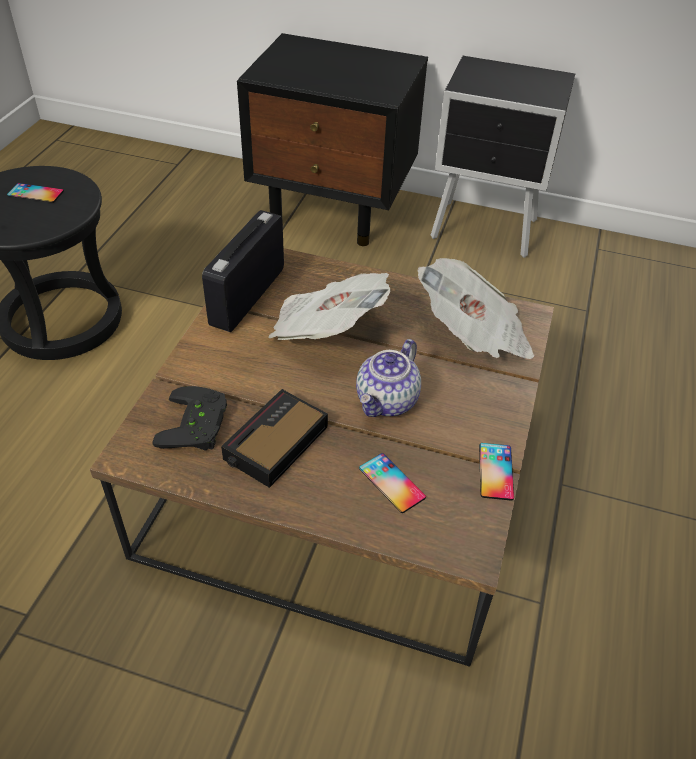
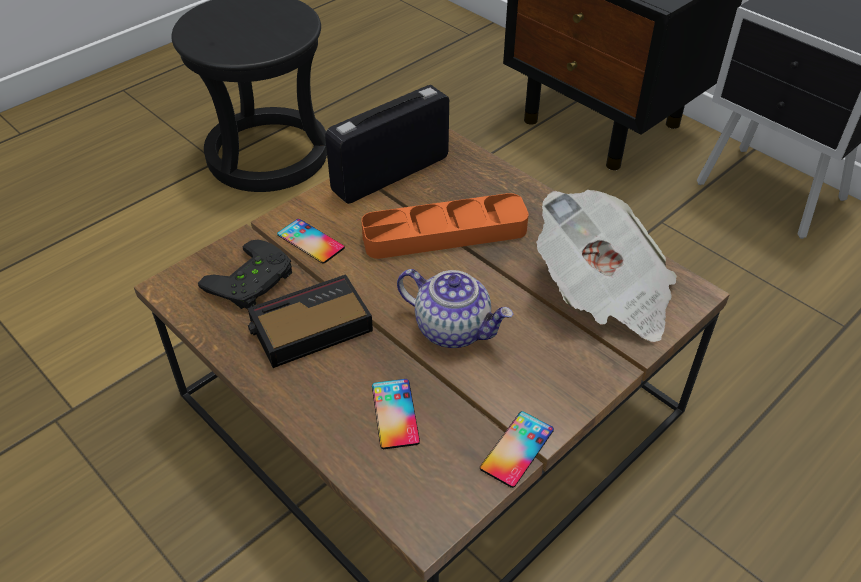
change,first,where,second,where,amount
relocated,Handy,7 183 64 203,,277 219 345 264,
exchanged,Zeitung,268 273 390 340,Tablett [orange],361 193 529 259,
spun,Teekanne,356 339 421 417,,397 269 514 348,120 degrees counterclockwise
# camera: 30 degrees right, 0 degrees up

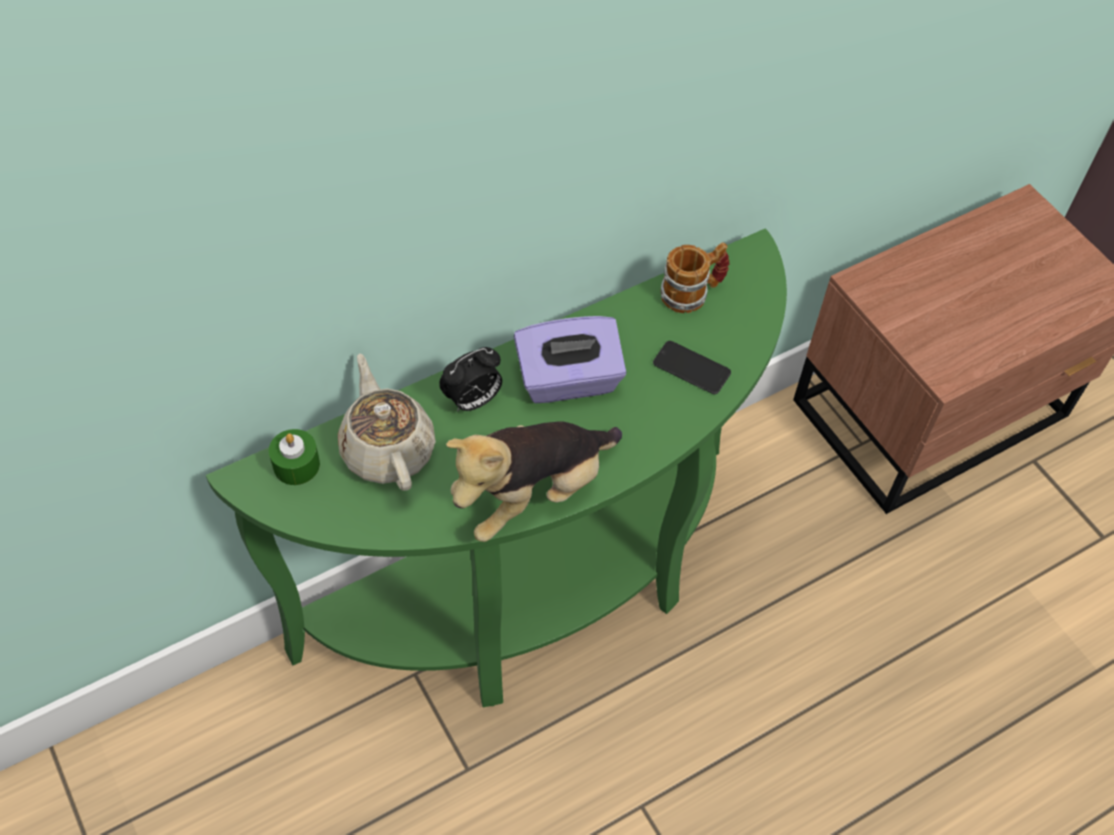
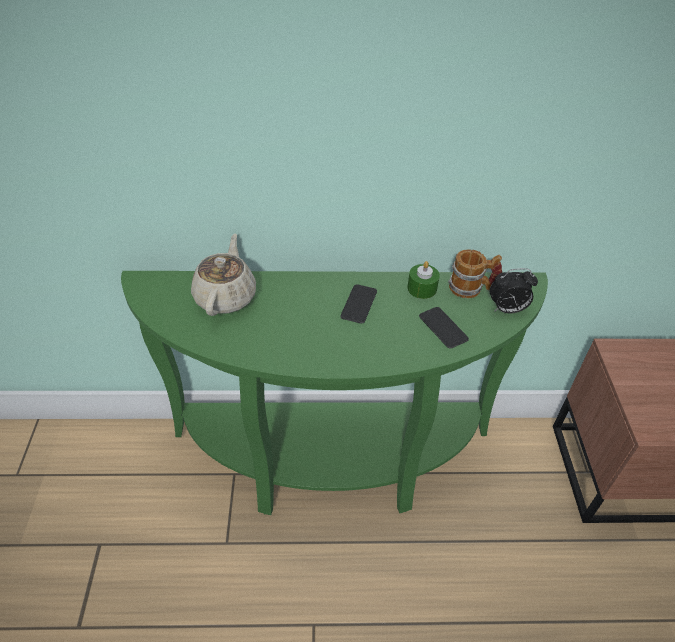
change,first,where,second,where,amount
relocated,Kerze [grün],269 429 320 485,,407 261 440 299,
relocated,Wecker,439 347 502 412,,490 268 538 313,
missing,Plüschtier,446 421 622 542,,,
exchanged,Taschentuchbox [lila],514 316 627 403,Handy,340 284 377 324,
# camera: 30 degrees right, 10 degrees down

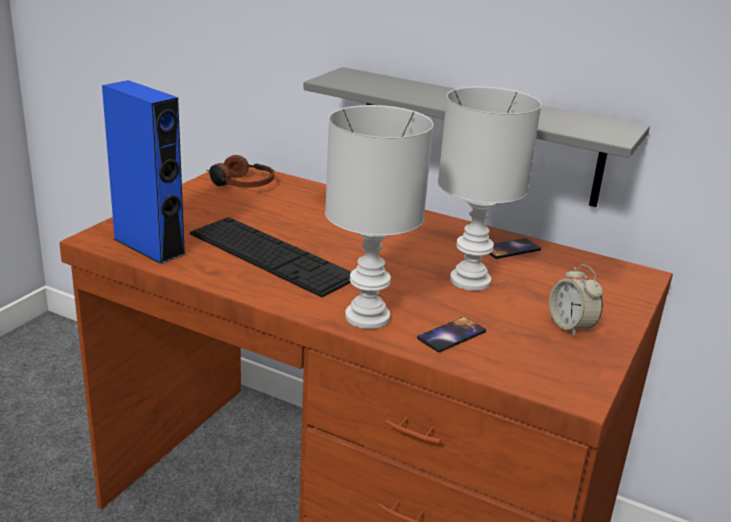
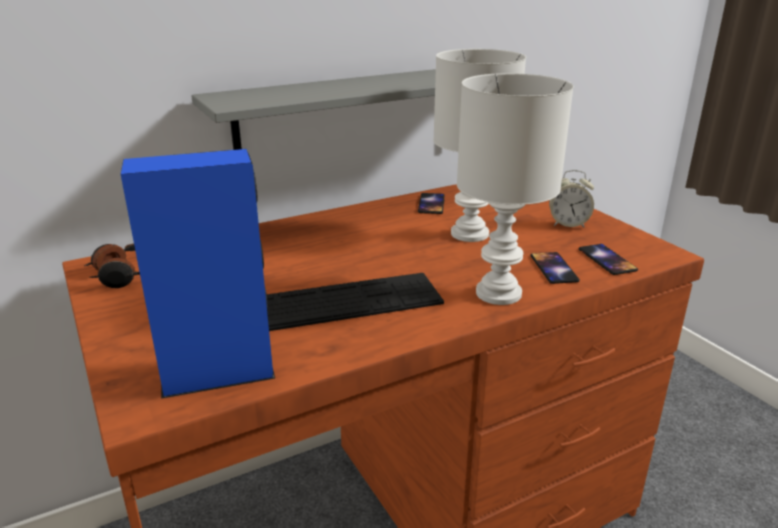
change,first,where,second,where,amount
appeared,,,Handy,579 244 638 275,
# camera: 55 degrees left, 0 degrees up

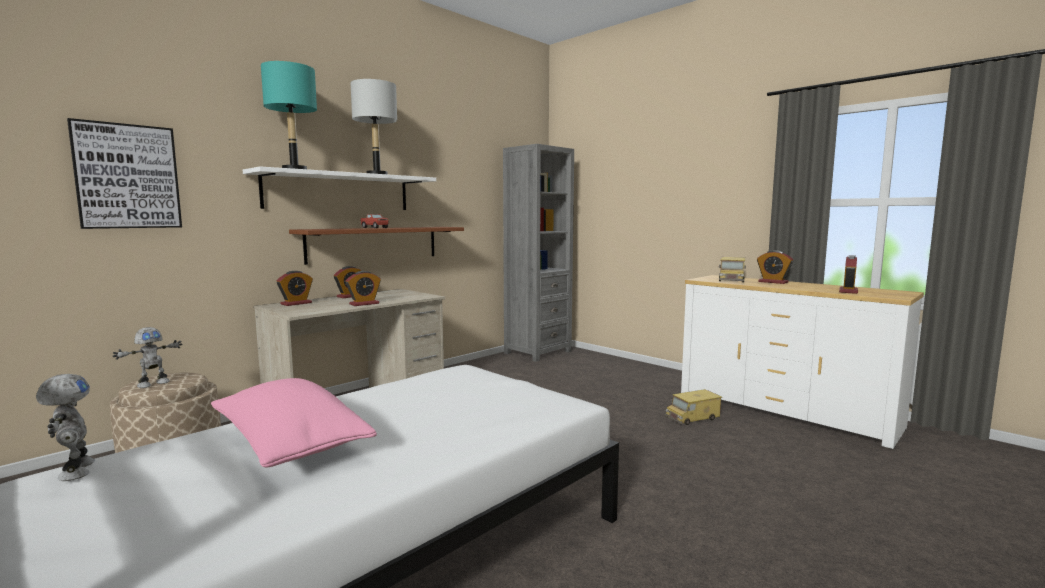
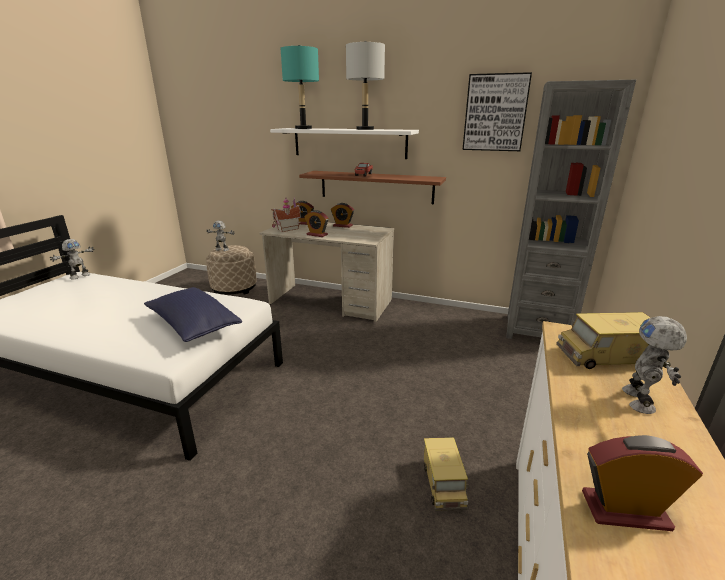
change,first,where,second,where,amount
relocated,Bild,67 118 182 229,,462 72 532 151,
missing,Kissen [rosa],211 378 377 467,,,
spun,Spielzeuglaster,665 389 722 425,,424 437 469 511,135 degrees counterclockwise
exchanged,Wecker,757 250 793 284,Spielzeugroboter,622 316 687 414,
appeared,,,Kissen [blau],144 287 242 342,
appeared,,,Spielzeughaus,271 197 301 232,
# camera: 65 degrees right, 15 degrees up

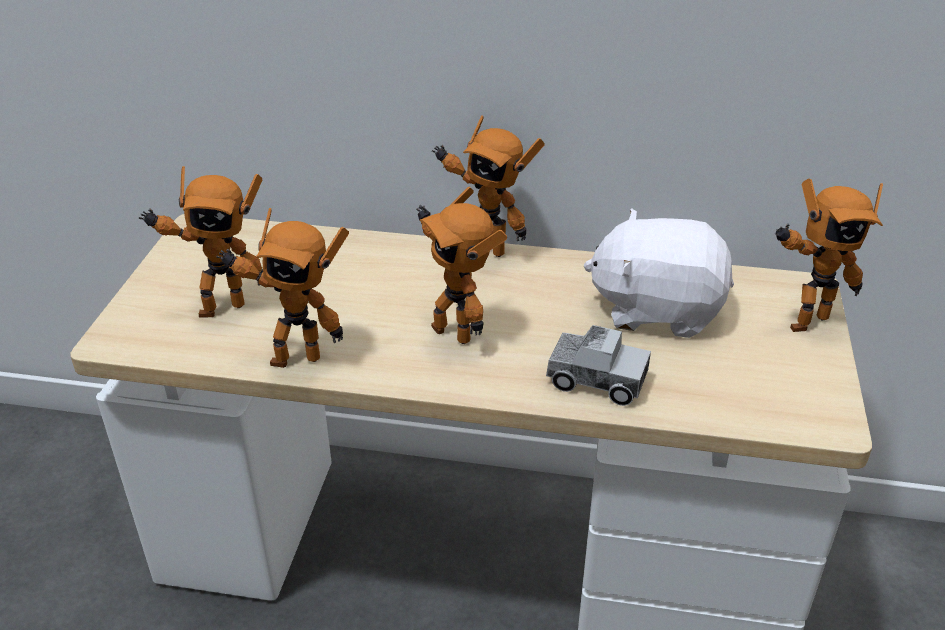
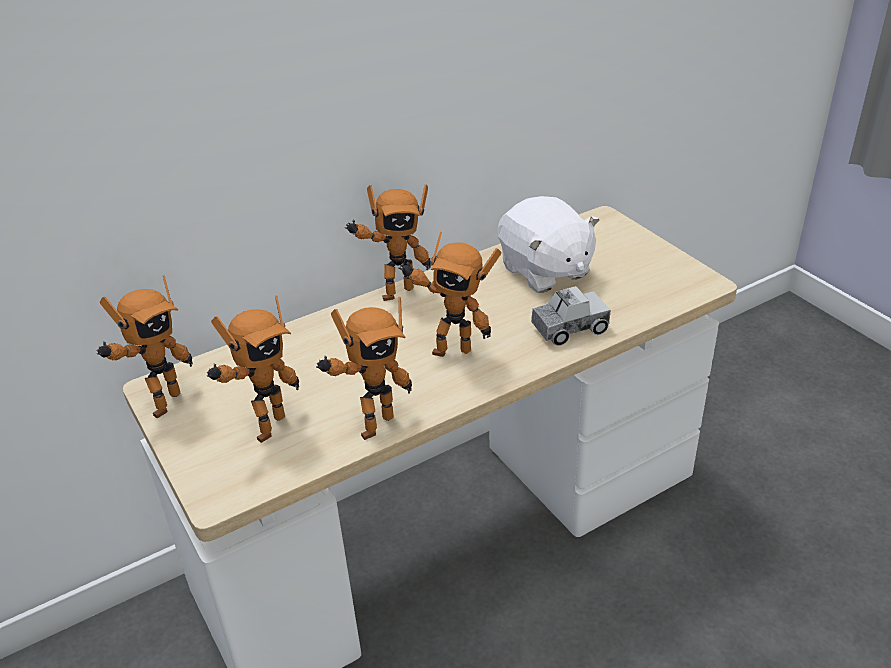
change,first,where,second,where,amount
spun,Plüschtier [weiß],583 208 734 338,,498 196 600 293,90 degrees counterclockwise
relocated,Spielzeugroboter,775 179 883 332,,97 275 193 418,
# camera: 40 degrees left, 0 degrees up

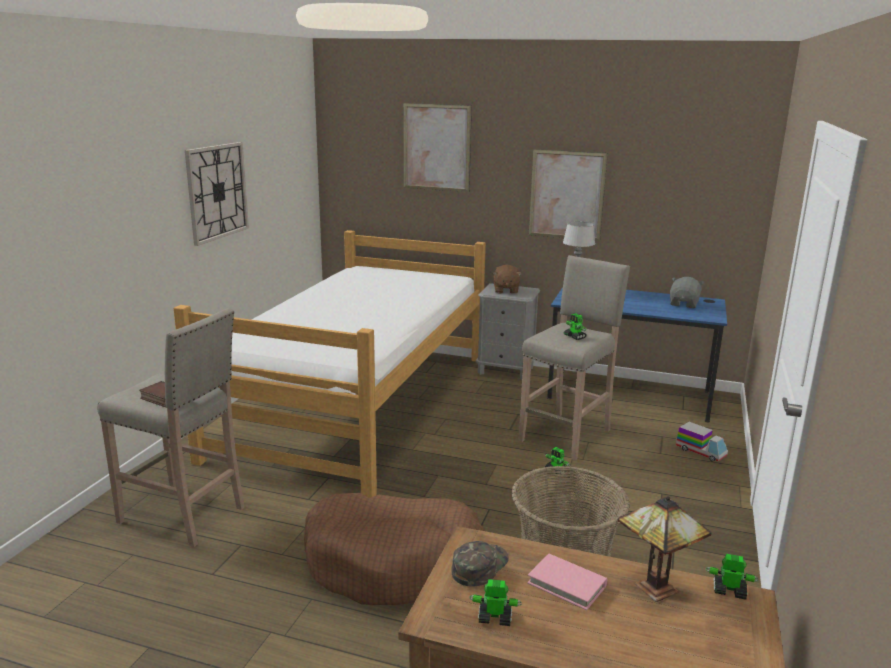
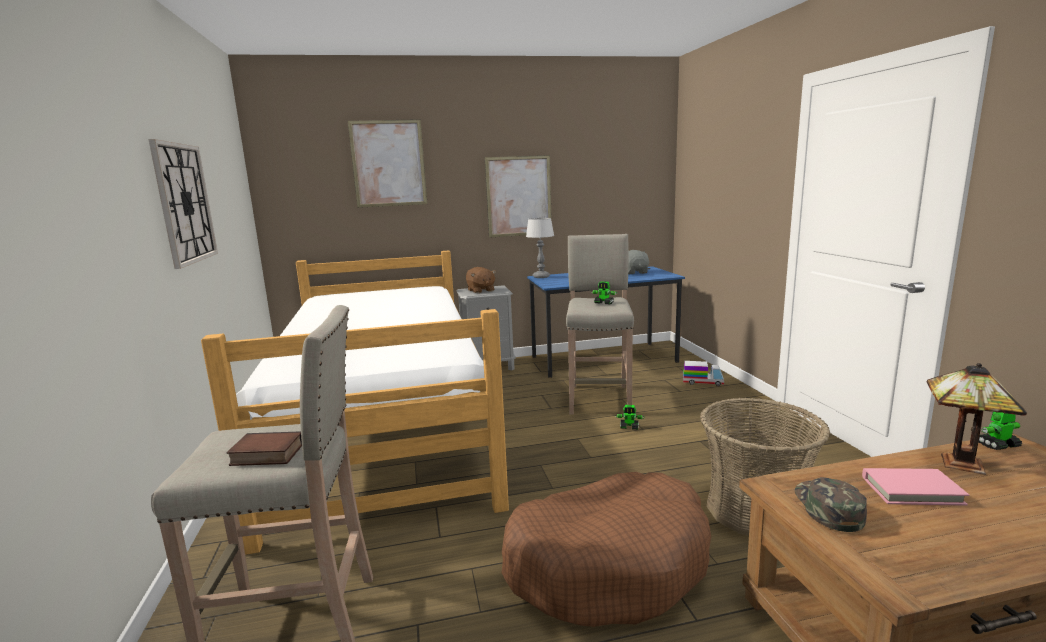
change,first,where,second,where,amount
missing,Spielzeugroboter,469 579 522 626,,,
# camera: 30 degrees left, 5 degrees down

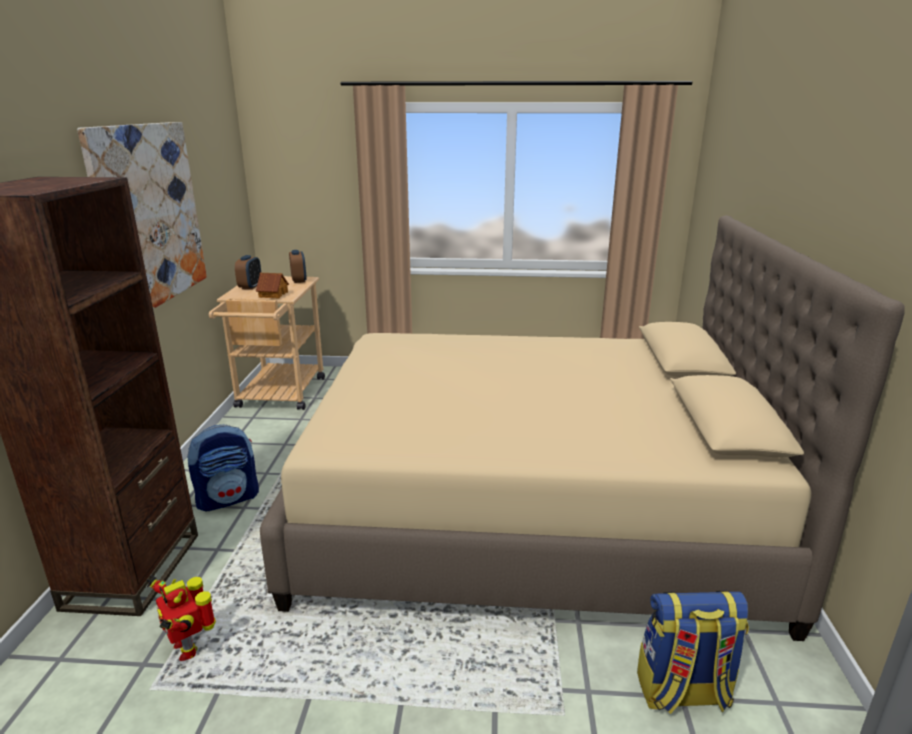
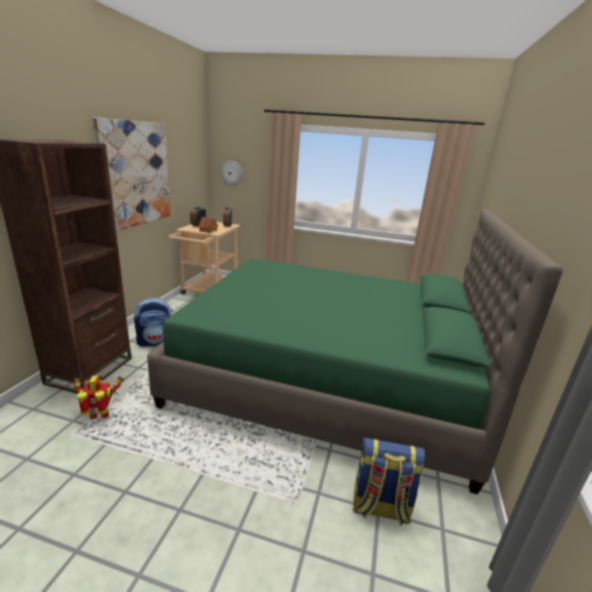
change,first,where,second,where,amount
spun,Spielzeugroboter,146 575 216 661,,74 375 124 419,105 degrees clockwise
colour,Bett [beige],260 215 905 641,Bett [grün],147 209 563 494,
appeared,,,Wanduhr,221 161 243 186,
# camera: 10 degrees right, 0 degrees up

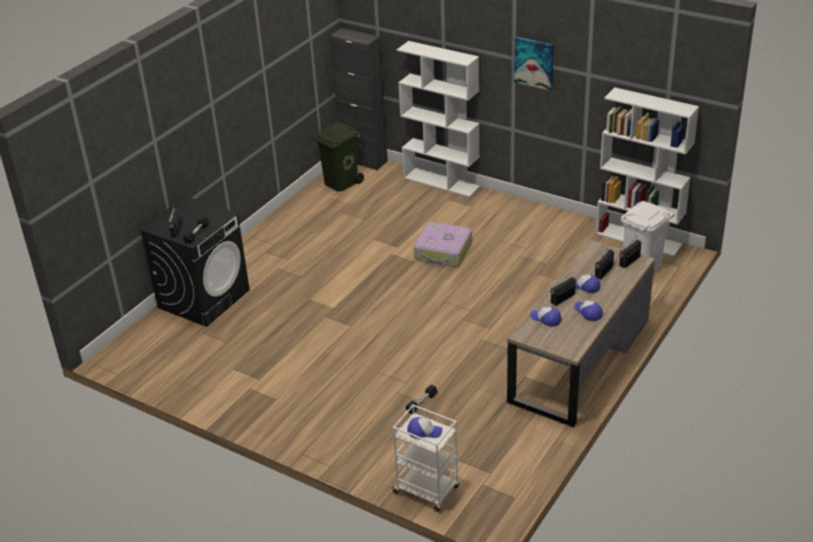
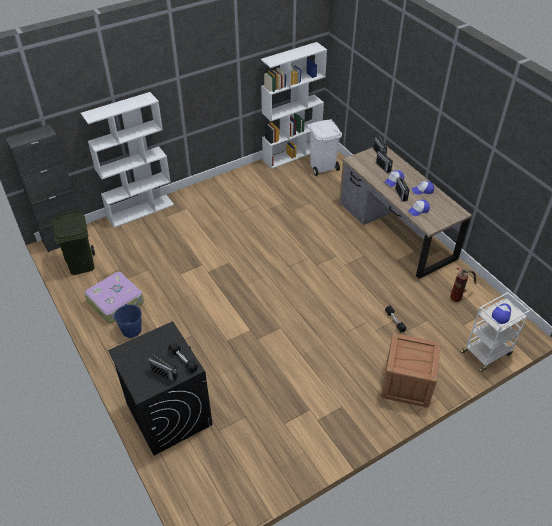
change,first,where,second,where,amount
relocated,Koffer,414 222 472 267,,84 272 144 324,
missing,Bild,514 37 554 91,,,
appeared,,,Eimer [blau],114 304 142 338,
appeared,,,Kiste,381 333 441 408,
appeared,,,Feuerlöscher,450 268 477 302,
# camera: 65 degrees left, 10 degrees up

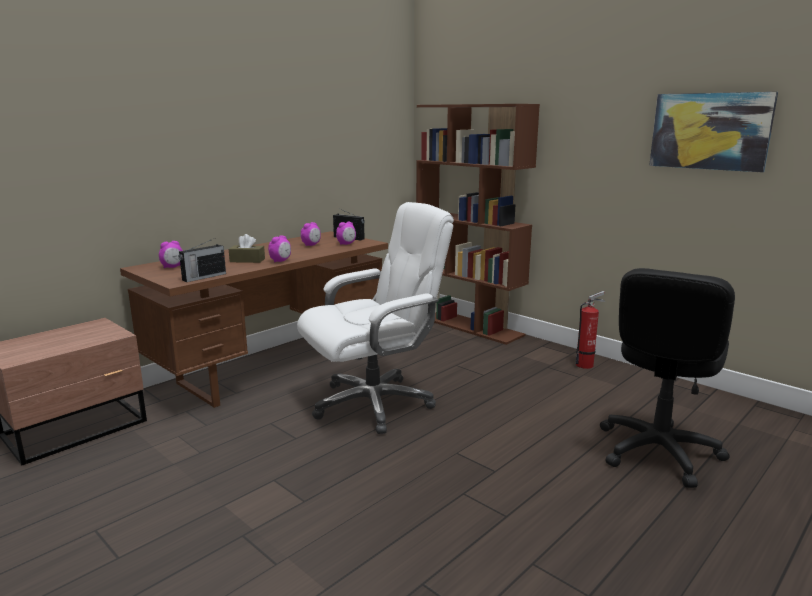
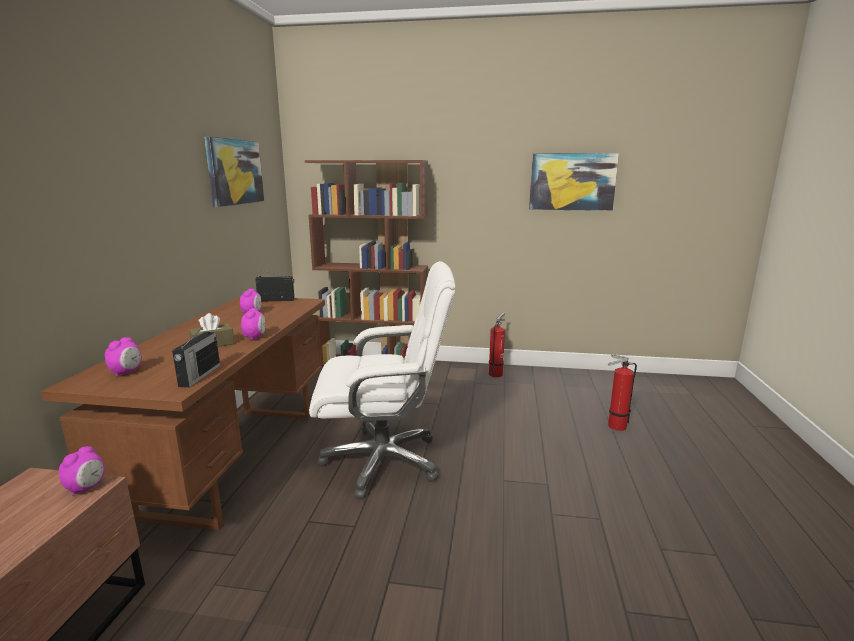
change,first,where,second,where,amount
spun,Bürostuhl [weiß],297 202 454 434,,309 261 456 499,60 degrees clockwise
relocated,Wecker,336 221 356 245,,59 446 105 496,
exchanged,Bürostuhl [schwarz],600 268 735 488,Feuerlöscher,608 354 637 431,
appeared,,,Bild,204 137 264 207,
# camera: 35 degrees left, 0 degrees up

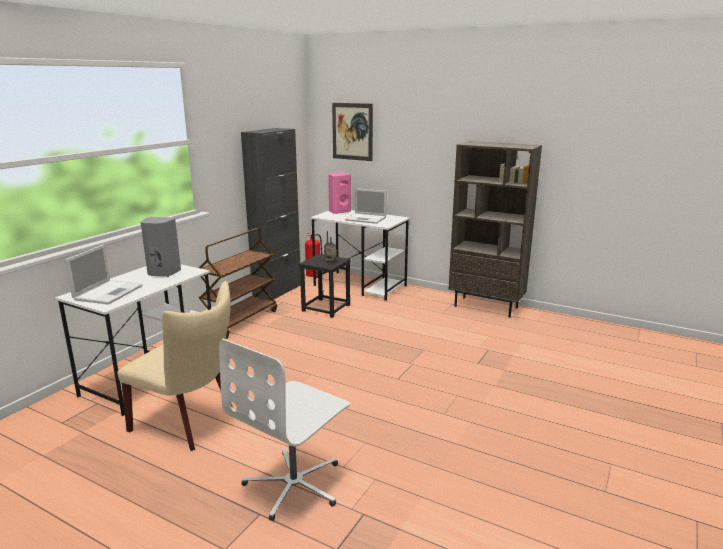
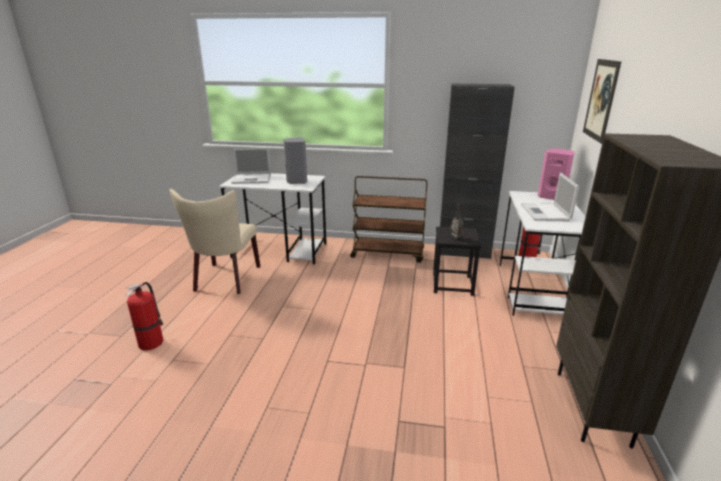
change,first,where,second,where,amount
exchanged,Bürostuhl [weiß],219 339 350 521,Feuerlöscher,125 282 163 350,
# camera: 70 degrees right, 5 degrees up

